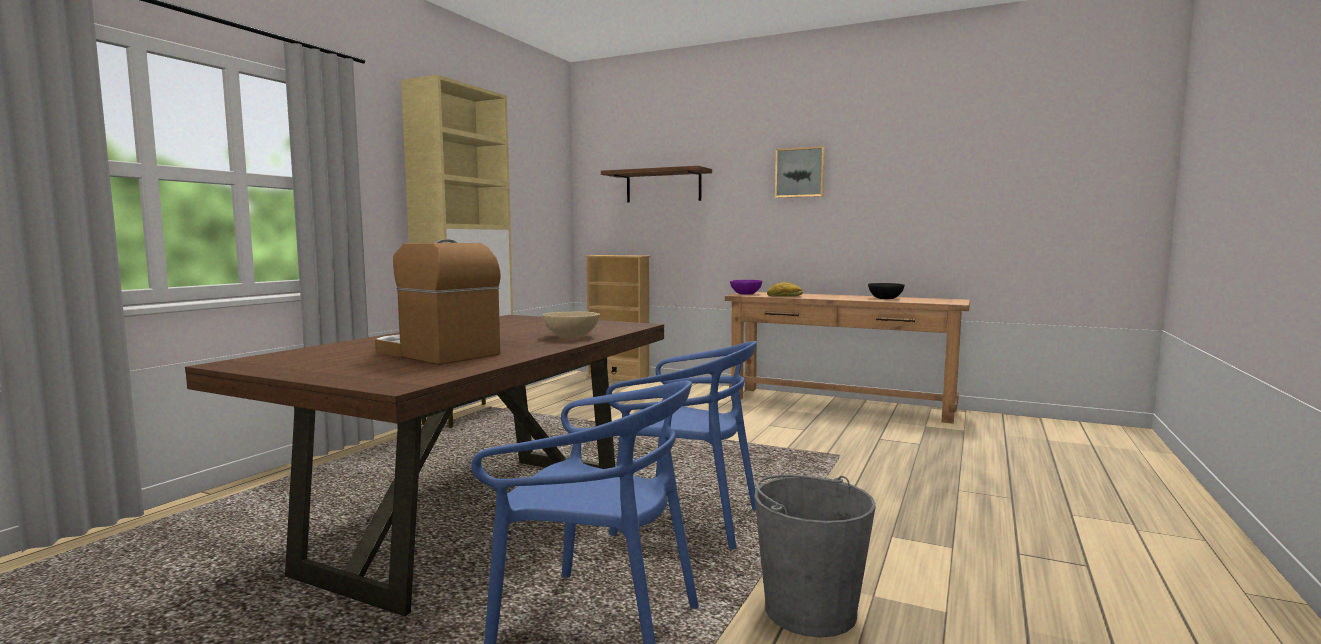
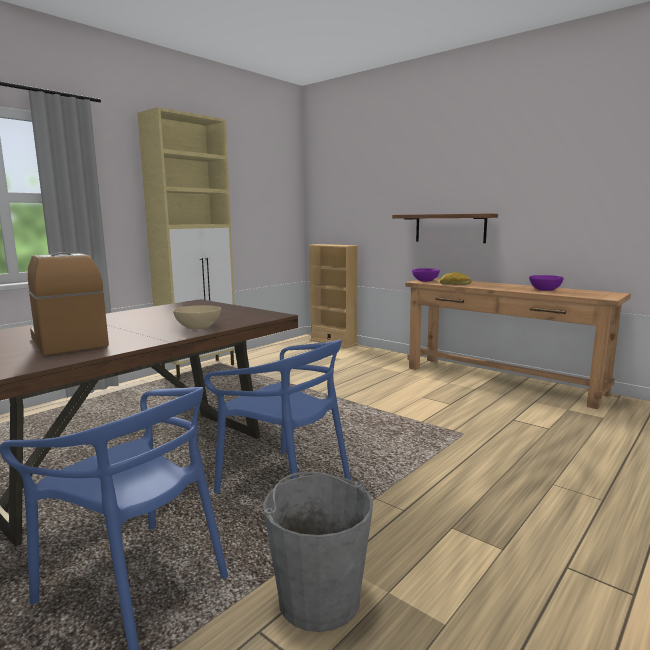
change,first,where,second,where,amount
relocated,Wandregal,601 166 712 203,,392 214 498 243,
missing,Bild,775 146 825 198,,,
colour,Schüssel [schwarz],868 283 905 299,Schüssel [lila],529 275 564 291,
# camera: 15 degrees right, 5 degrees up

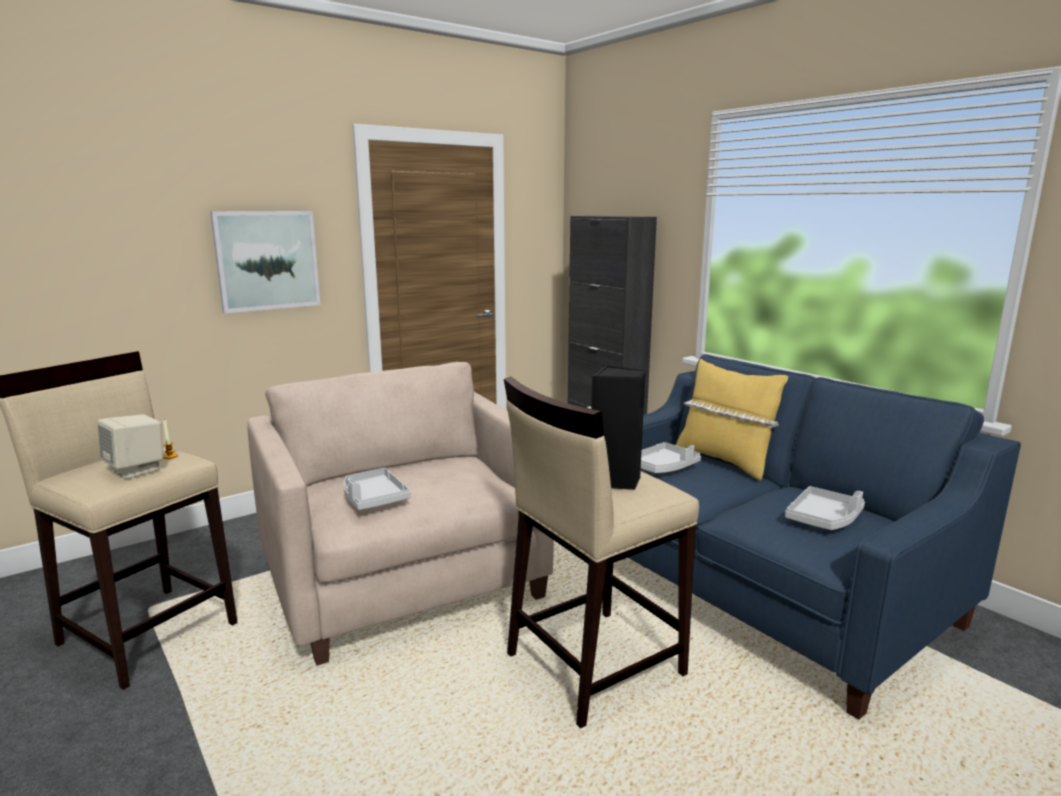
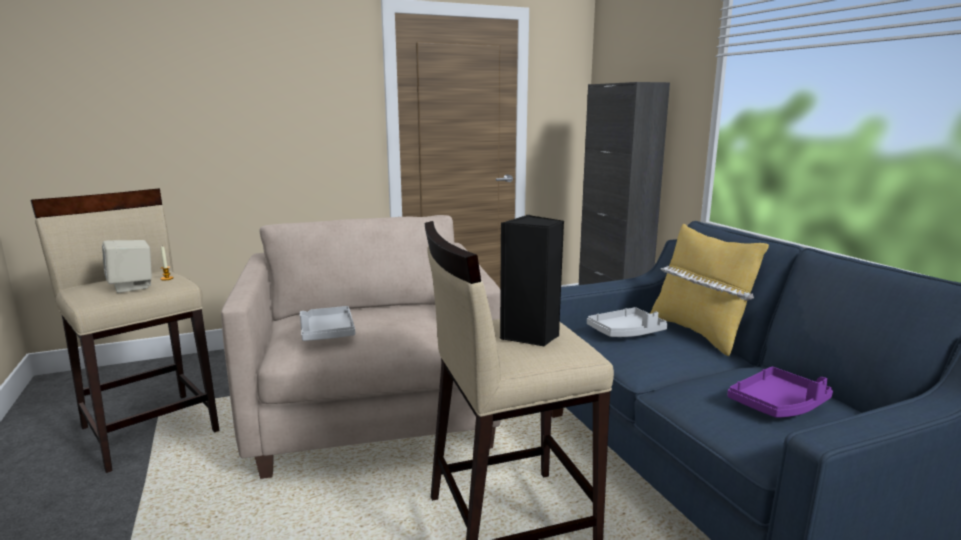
change,first,where,second,where,amount
missing,Bild,210 211 320 313,,,
colour,Tablett [grau],785 486 865 530,Tablett [lila],727 367 833 418,
# camera: 15 degrees right, 0 degrees up

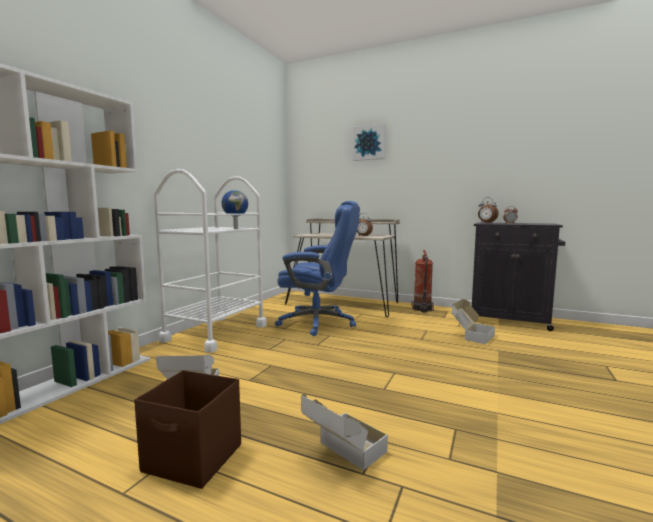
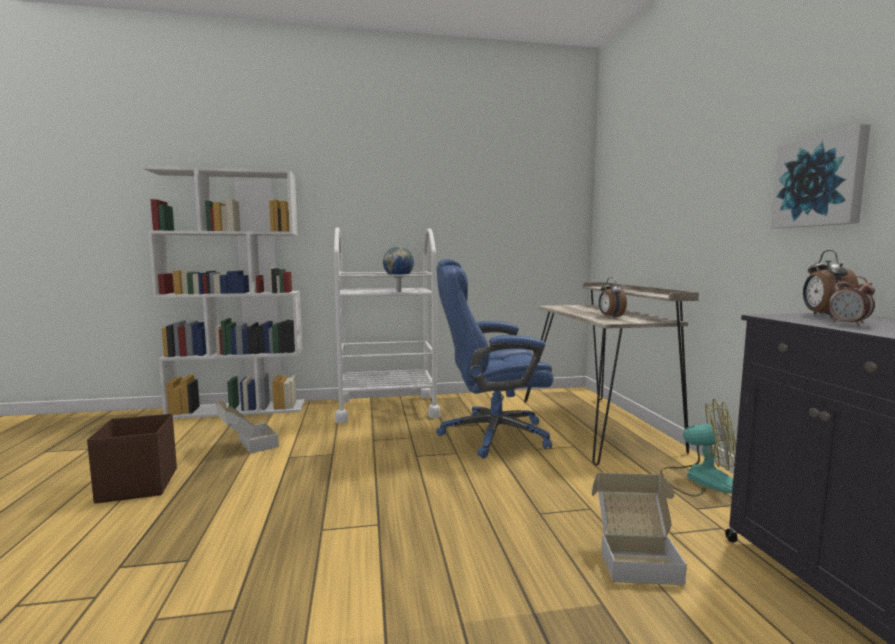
change,first,where,second,where,amount
spun,Bürostuhl [blau],275 201 360 336,,436 259 553 458,105 degrees clockwise
missing,Karton,301 393 388 471,,,
relocated,Bild,353 124 386 161,,771 124 870 228,
exchanged,Feuerlöscher,411 250 434 312,Ventilator,660 399 736 496,
# camera: 55 degrees right, 0 degrees up

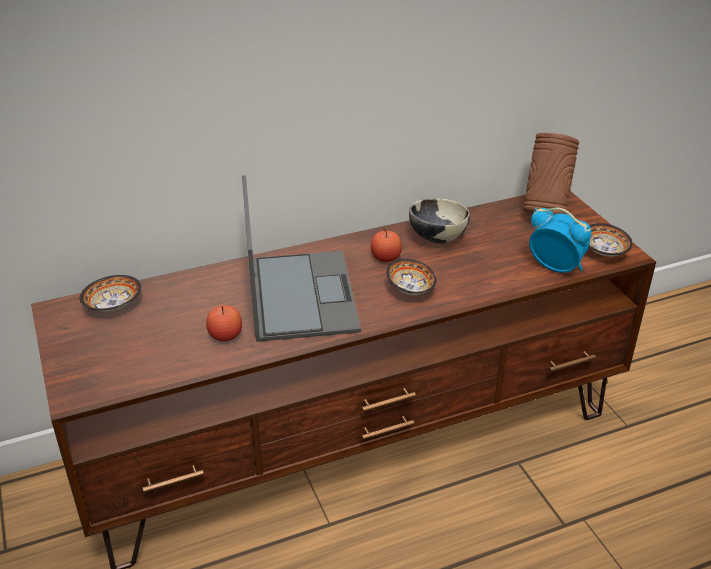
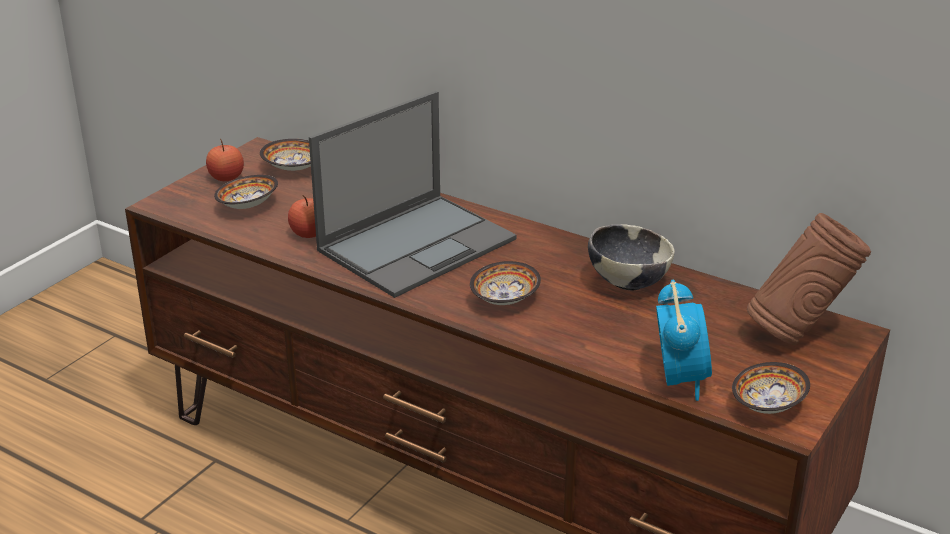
change,first,where,second,where,amount
relocated,Apfel,371 228 402 262,,206 139 244 181,
appeared,,,Schüssel,214 175 278 209,
# camera: 55 degrees right, 5 degrees down

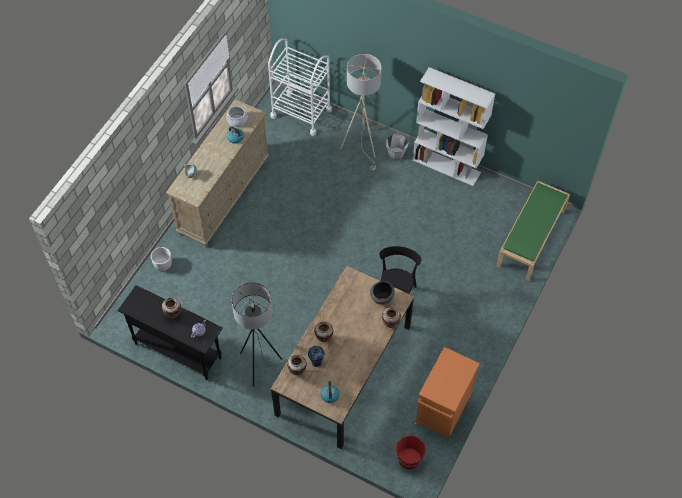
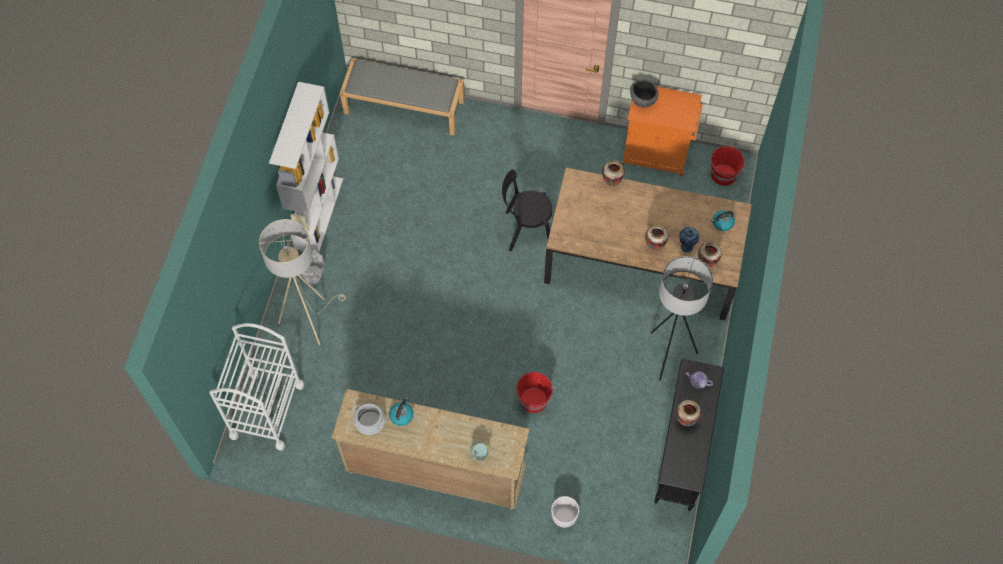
change,first,where,second,where,amount
relocated,Schüssel,370 281 395 305,,630 80 659 108,
colour,Bank [grün],496 181 570 281,Bank [grau],340 58 465 136,
appeared,,,Eimer [rot],516 372 553 413,
# camera: 105 degrees left, 5 degrees up

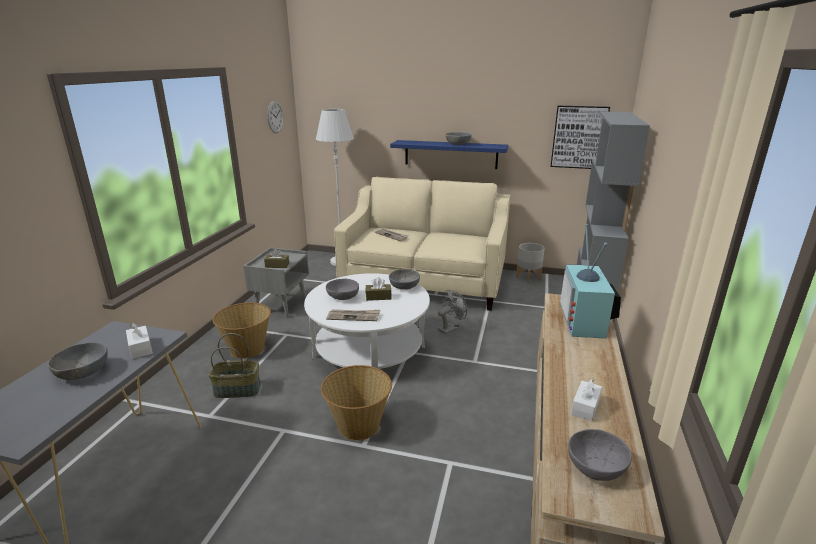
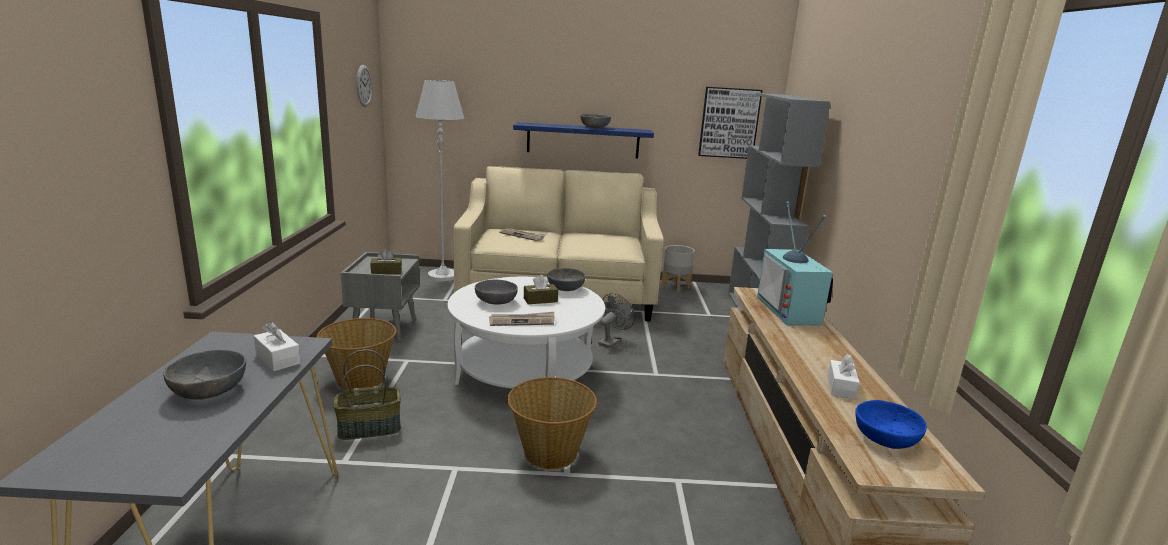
change,first,where,second,where,amount
colour,Schüssel [grau],568 429 632 481,Schüssel [blau],855 400 927 449,
# camera: 15 degrees left, 5 degrees down

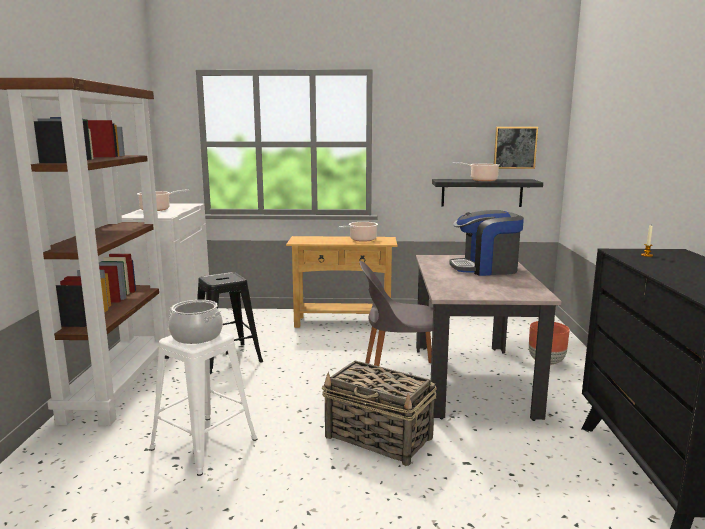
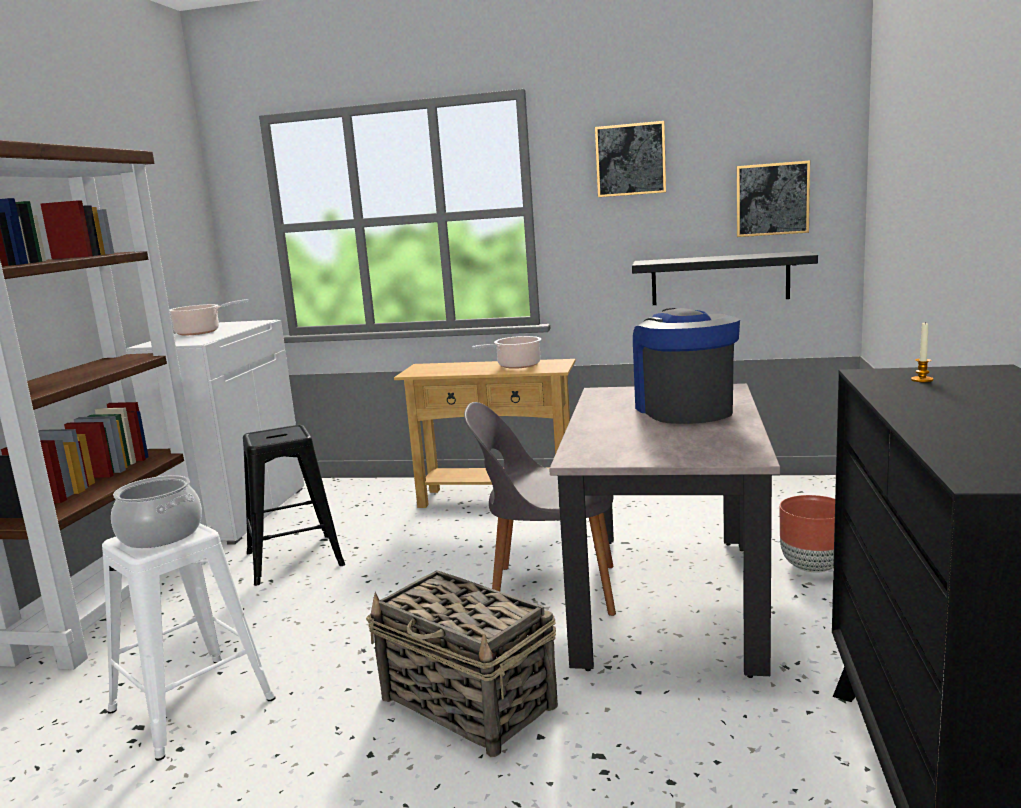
change,first,where,second,where,amount
spun,Kaffeemaschine,449 210 524 276,,633 308 740 424,75 degrees clockwise
missing,Kochtopf,452 162 500 181,,,
appeared,,,Bild,595 121 666 197,
# camera: 10 degrees right, 0 degrees up

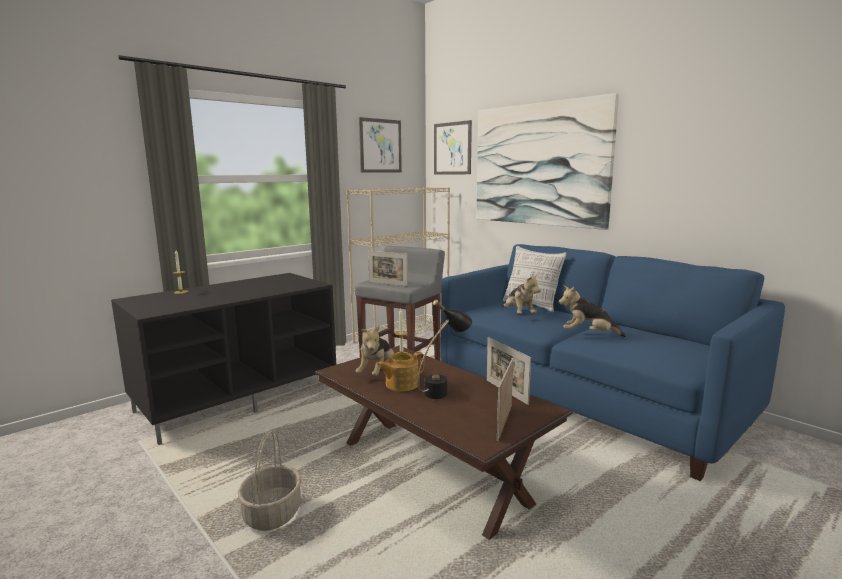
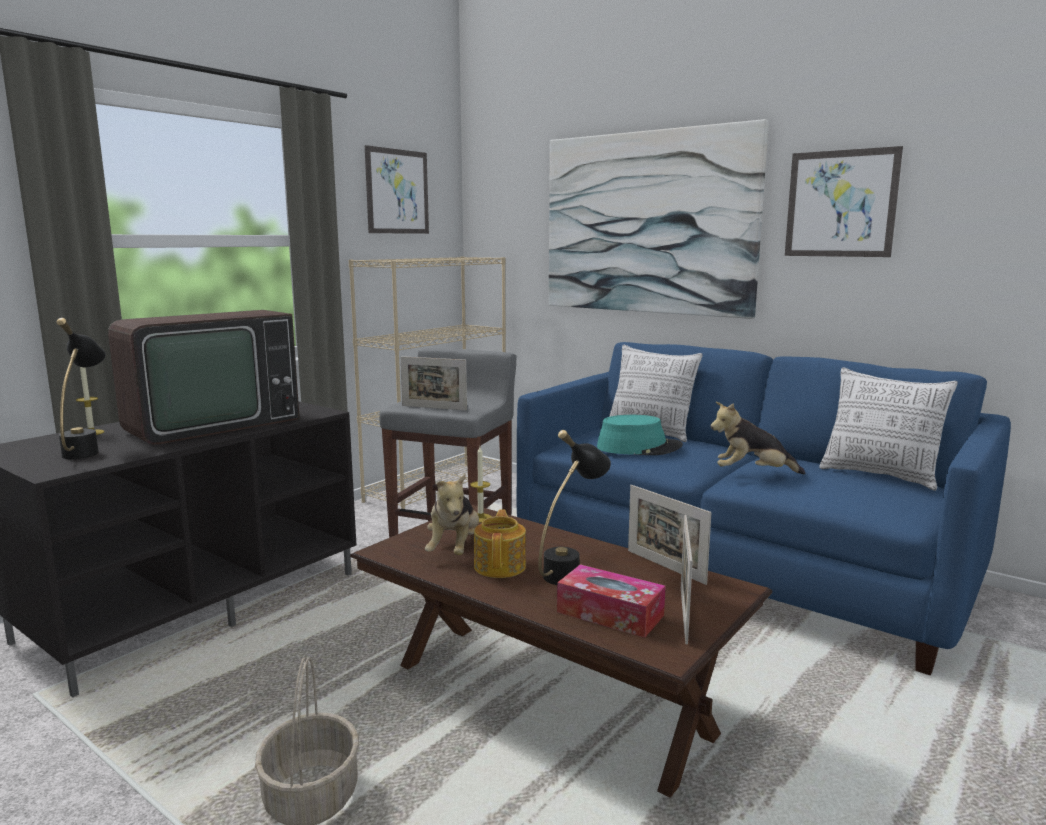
change,first,where,second,where,amount
spun,Teekanne,377 352 424 391,,474 510 526 578,135 degrees clockwise
relocated,Bild,434 120 472 175,,785 146 903 257,
exchanged,Plüschtier,502 273 541 314,Hut [türkis],597 415 683 455,
appeared,,,Tischlampe [schwarz],57 318 106 459,
appeared,,,Fernseher,108 310 300 444,
appeared,,,Taschentuchbox,557 564 666 638,
appeared,,,Kissen,819 367 958 491,
# camera: 10 degrees left, 0 degrees up

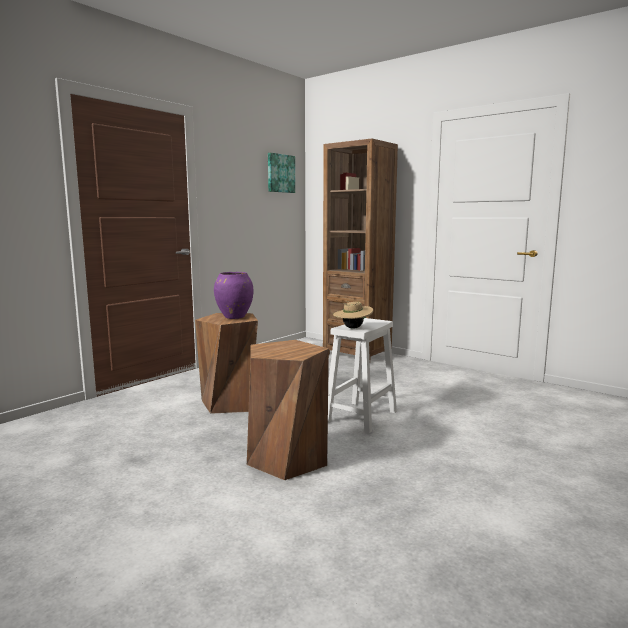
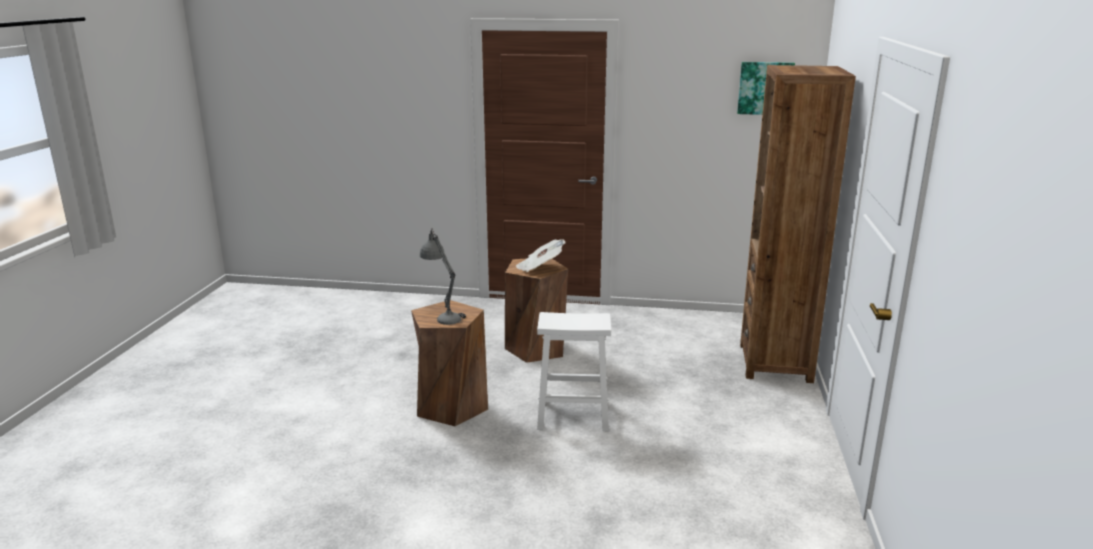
change,first,where,second,where,amount
exchanged,Vase [lila],214 272 253 319,Zeitung,516 239 566 272,
missing,Hut [beige],333 301 373 329,,,
appeared,,,Tischlampe [grau],420 228 466 325,
# camera: 60 degrees right, 10 degrees up

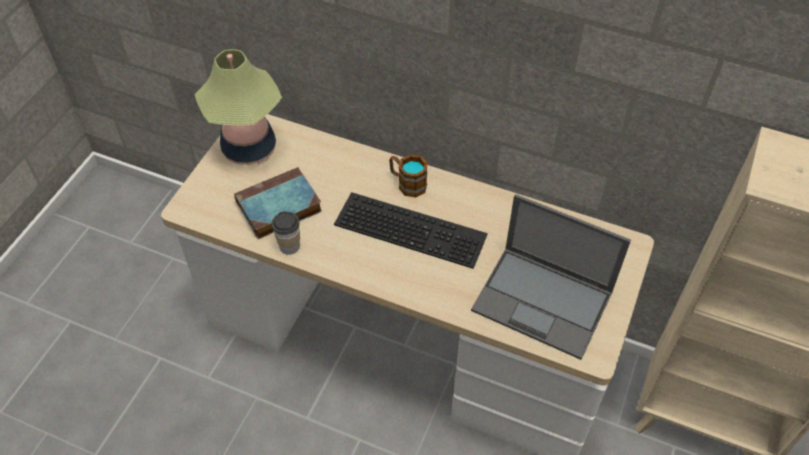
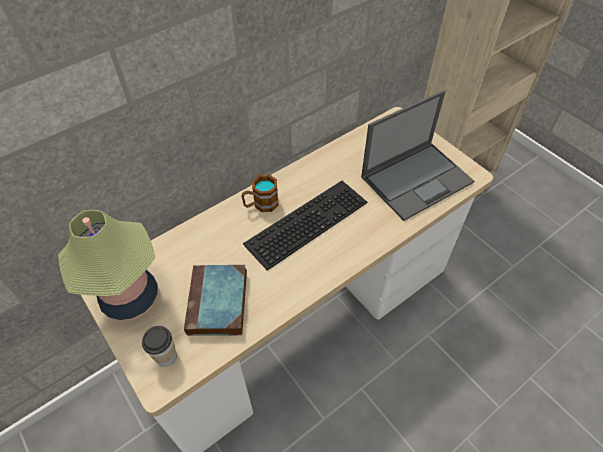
change,first,where,second,where,amount
relocated,Tasse,272 211 300 255,,142 326 177 367,
# camera: 60 degrees left, 0 degrees up

